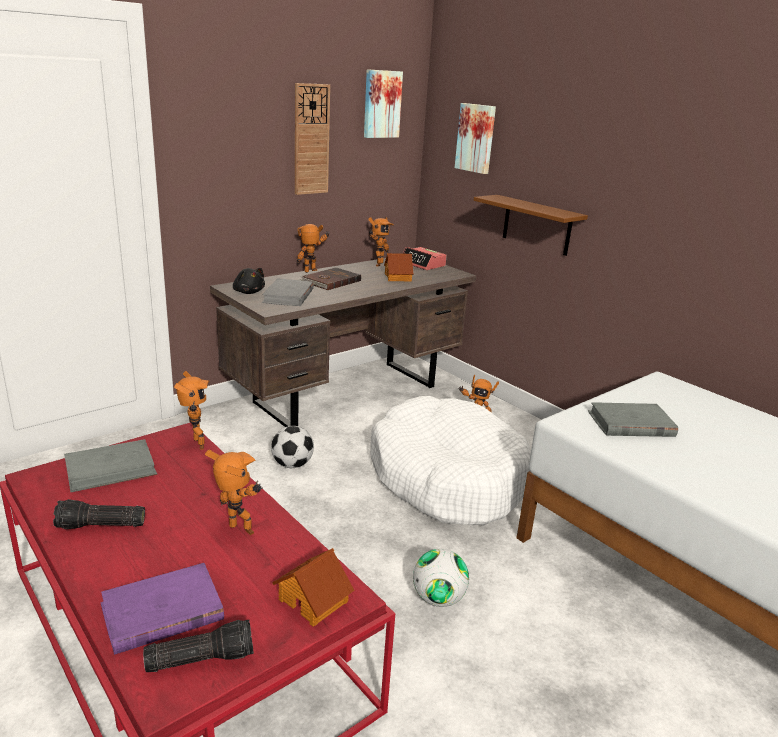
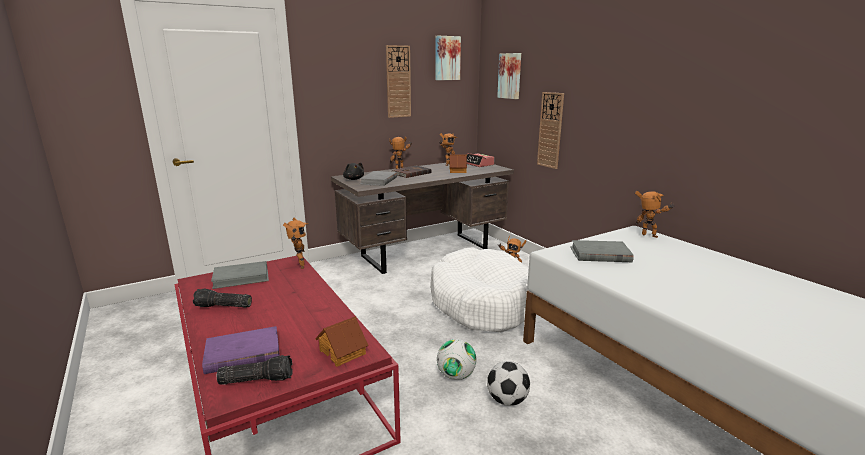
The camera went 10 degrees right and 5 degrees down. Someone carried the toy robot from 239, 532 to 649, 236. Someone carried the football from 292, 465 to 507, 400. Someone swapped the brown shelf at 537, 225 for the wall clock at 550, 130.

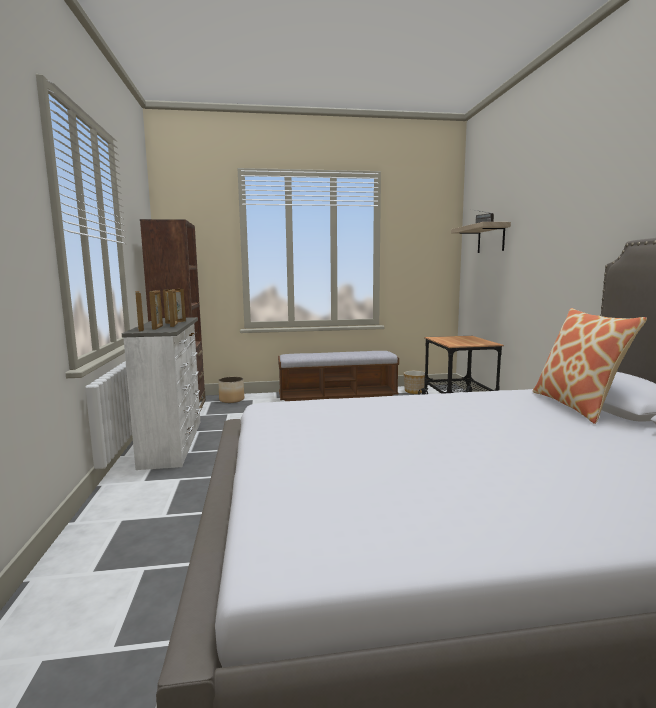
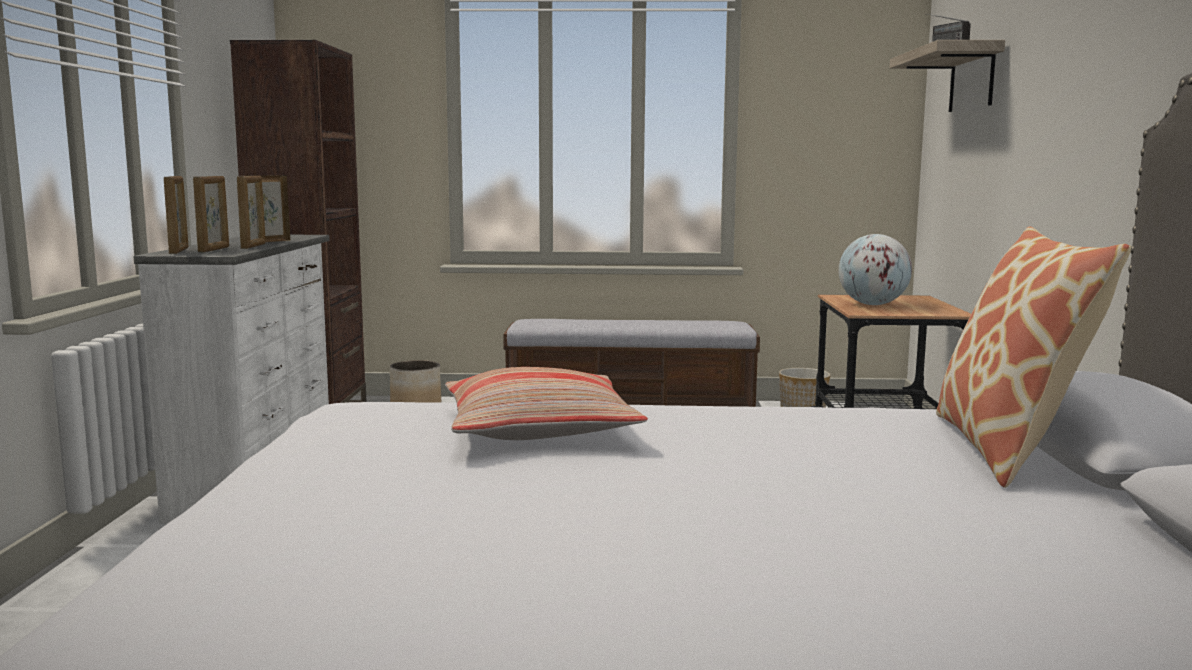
The camera went 10 degrees right and 0 degrees up. Someone put down the pillow at 538, 428. Someone put down the globe at 872, 304.

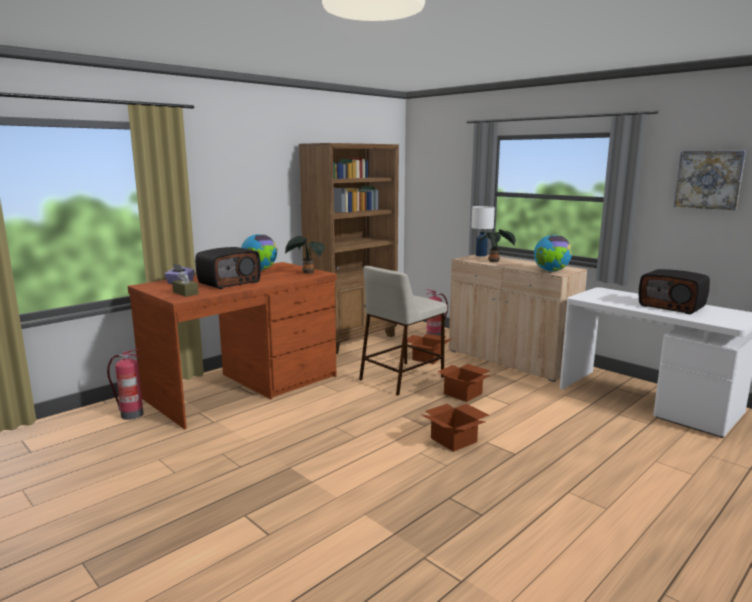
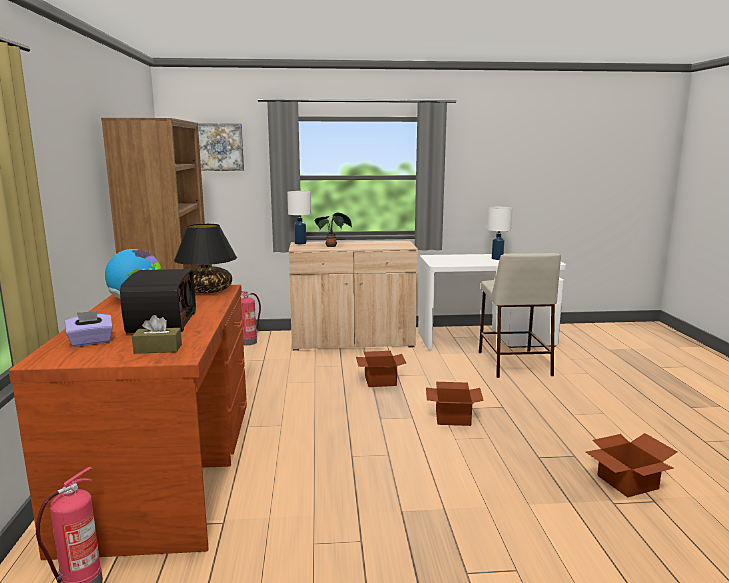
The camera went 50 degrees left and 0 degrees up. Someone took away the globe at 551, 271. Someone carried the beige stool from 402, 377 to 513, 363. Someone carried the cardboard box from 427, 358 to 625, 482. Someone carried the picture from 709, 179 to 219, 147. Someone swapped the potted plant at 306, 273 for the black table lamp at 208, 291. Someone swapped the radio at 672, 306 for the white table lamp at 497, 258.

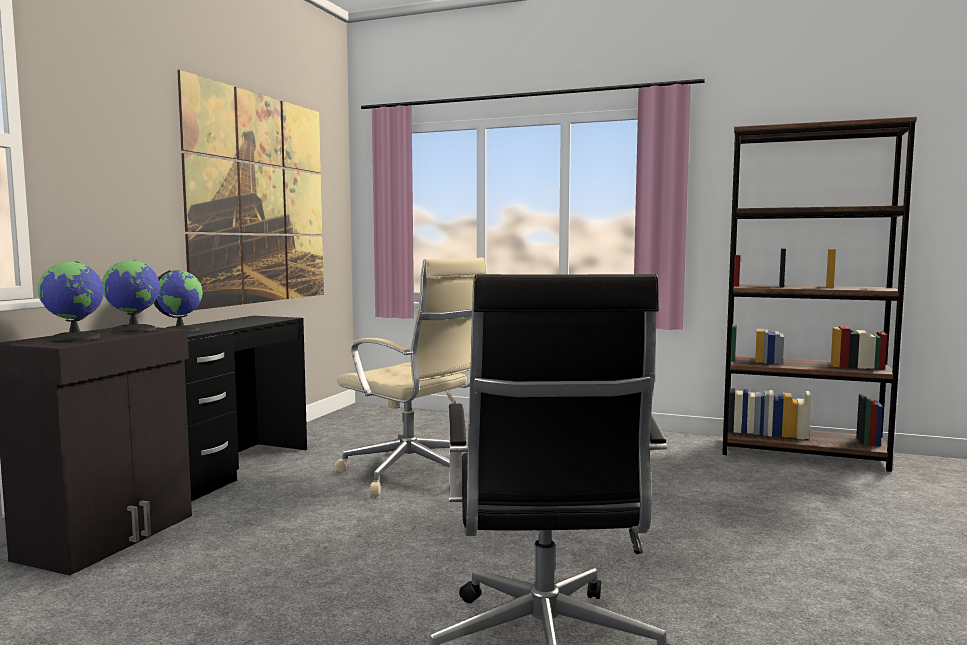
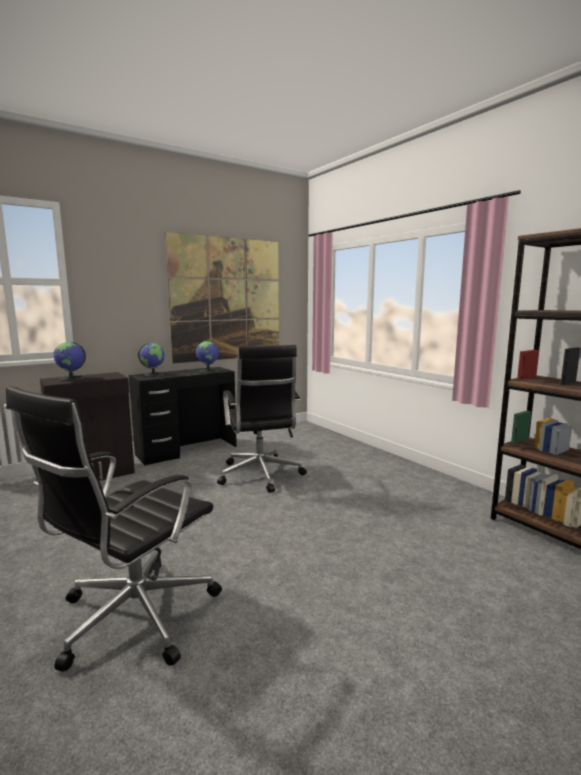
The camera went 35 degrees right and 5 degrees up. Someone carried the globe from 135, 329 to 208, 371. Someone repainted the beige office chair at 412, 473, which became the black office chair at 260, 475.

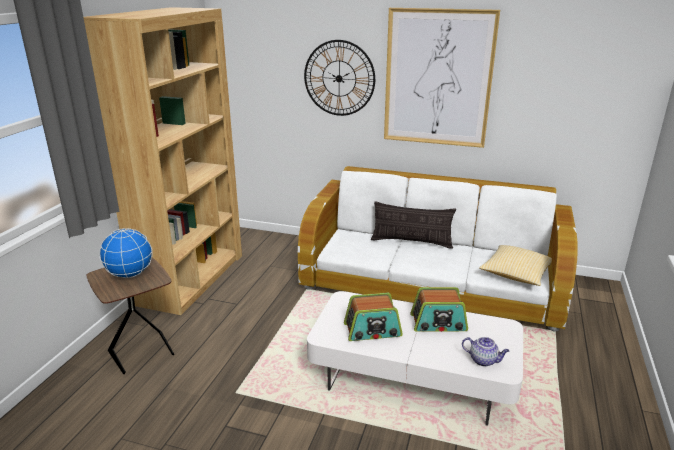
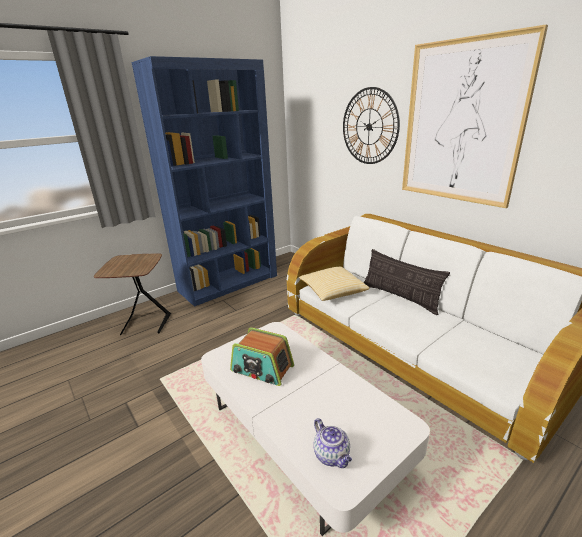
The camera went 35 degrees right and 0 degrees up. Someone took away the globe at 130, 274. Someone took away the radio at 438, 323. Someone carried the pillow from 516, 275 to 332, 292. Someone repainted the brown bookcase at 192, 278, which became the blue bookcase at 229, 283.

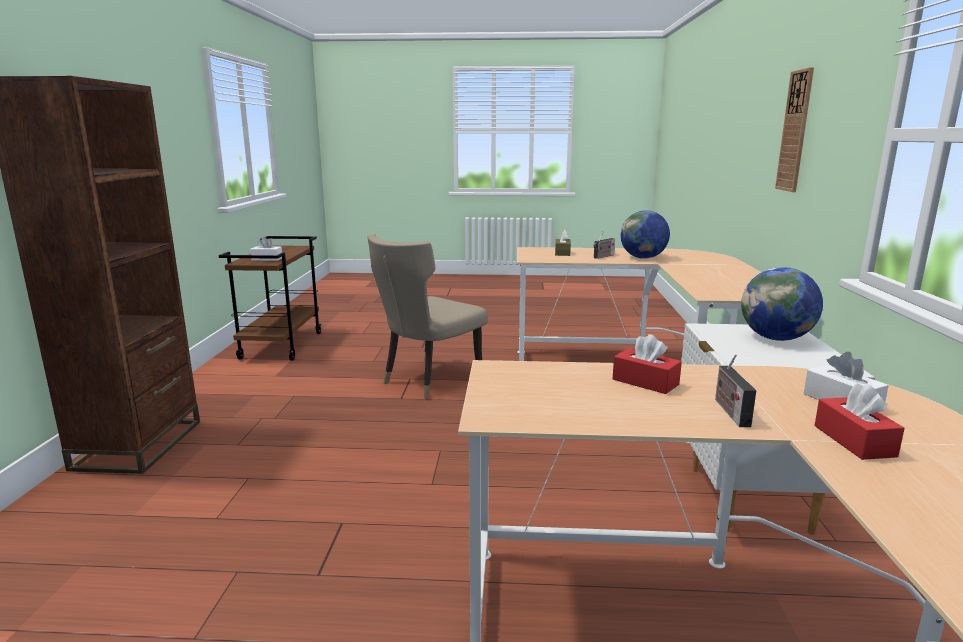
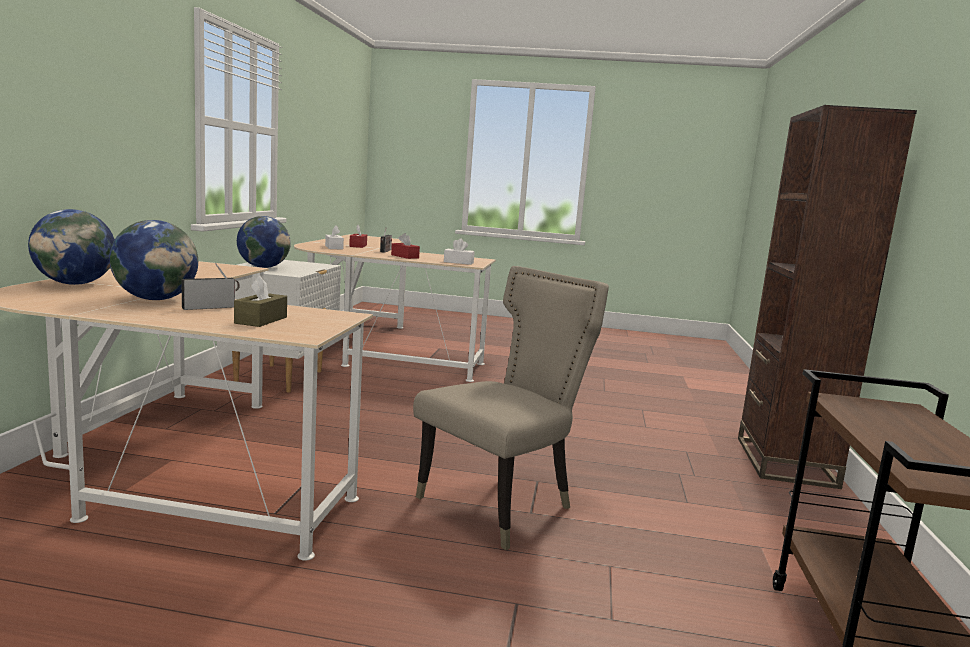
The camera went 175 degrees left and 5 degrees down. Someone took away the wall clock at 795, 131. Someone put down the globe at 75, 284. Someone carried the white tissue box from 267, 259 to 458, 262.

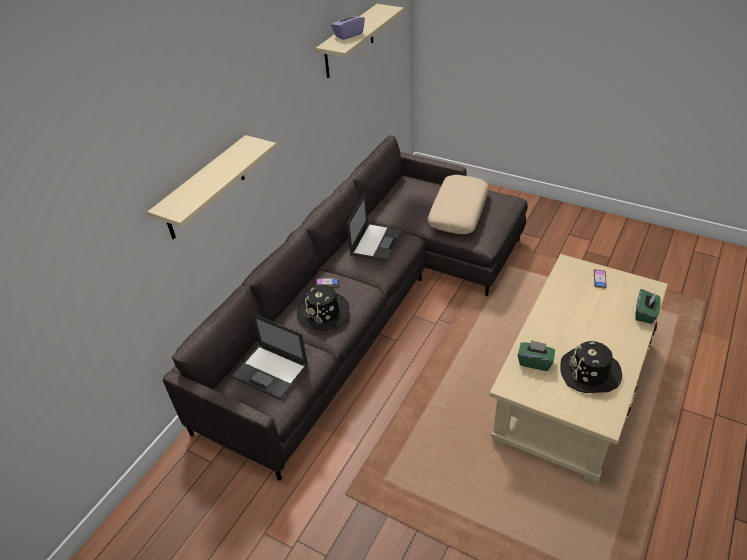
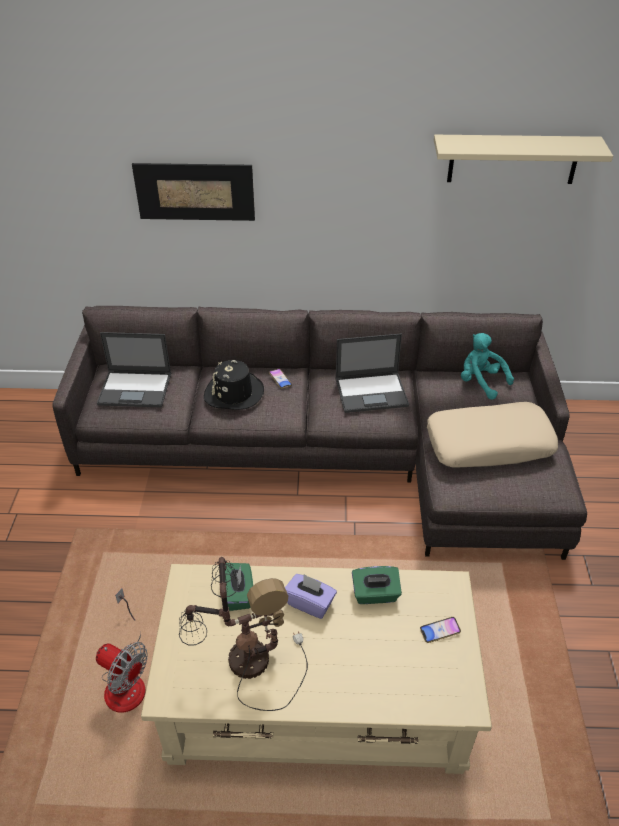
The camera went 60 degrees right and 0 degrees up. Someone put down the fan at 126, 679. Someone put down the turquoise plush toy at 480, 382. Someone carried the purple tissue box from 348, 35 to 310, 603. Someone carried the green tissue box from 645, 313 to 375, 594. Someone swapped the beige shelf at 204, 189 for the picture at 195, 191. Someone swapped the black hat at 590, 373 for the table lamp at 246, 659. Someone rotated the laptop at 271, 371 by 90 degrees counterclockwise.

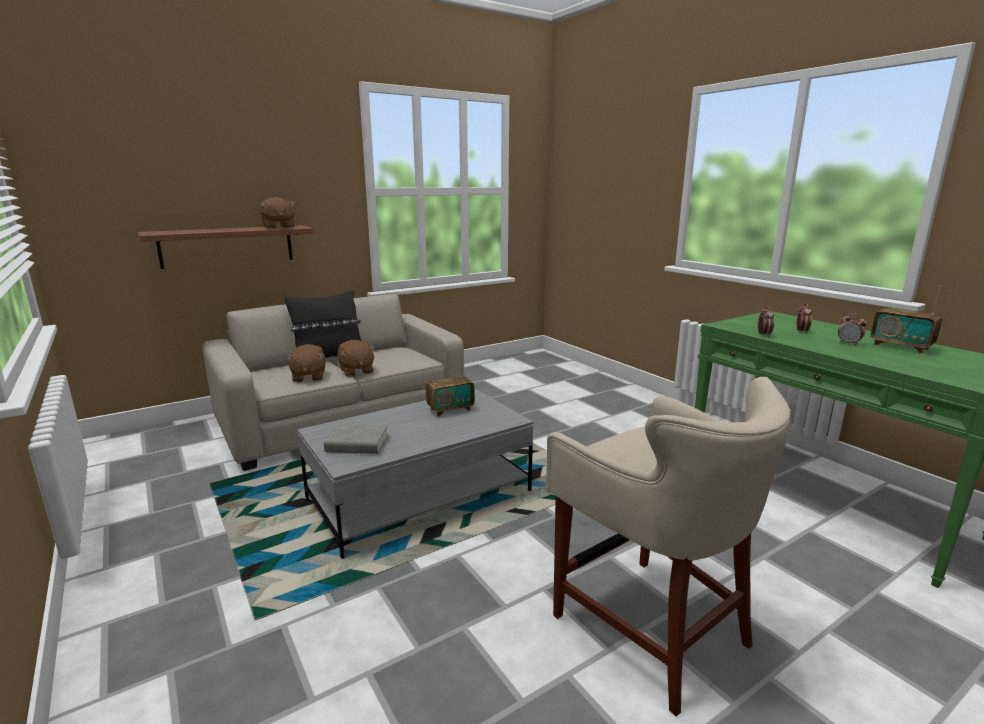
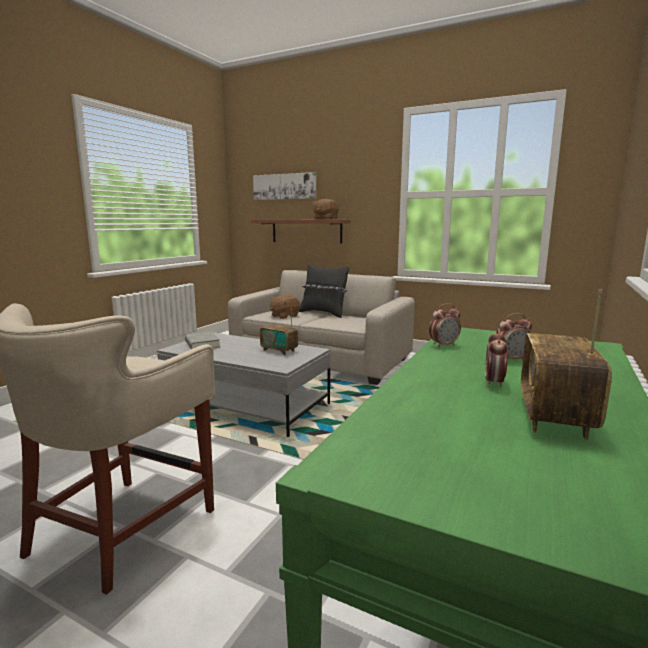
The camera went 60 degrees right and 5 degrees down. Someone took away the brown plush toy at 356, 371. Someone put up the picture at 284, 186.

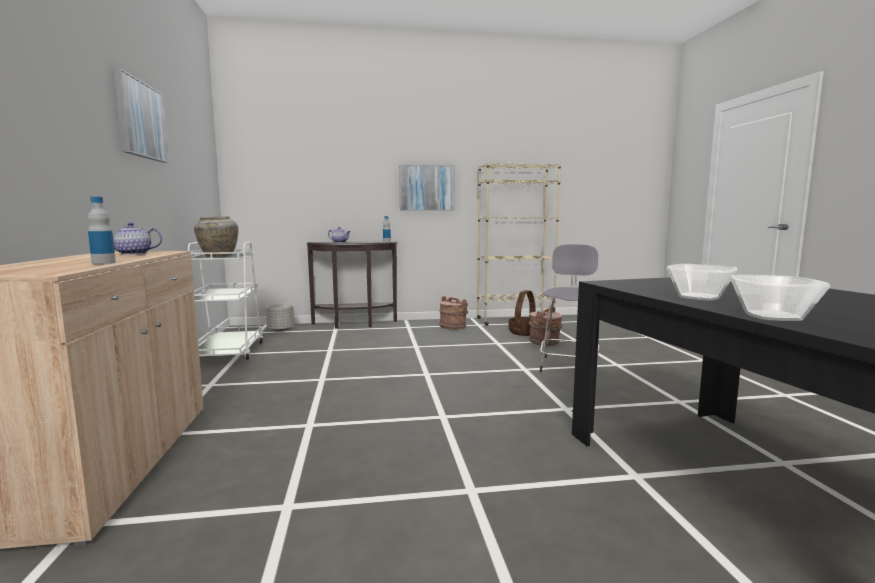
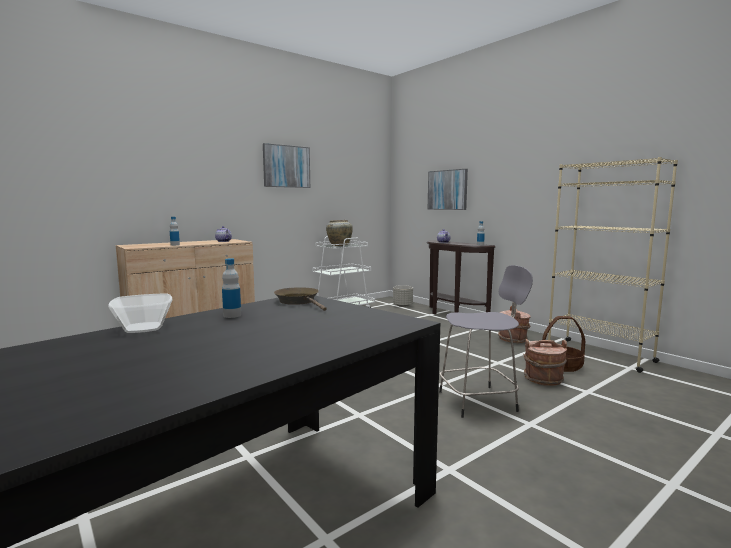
The camera went 60 degrees right and 0 degrees up. Someone put down the brown frying pan at 299, 301. Someone carried the picture from 427, 188 to 447, 190. Someone swapped the bowl at 700, 297 for the bottle at 232, 315.

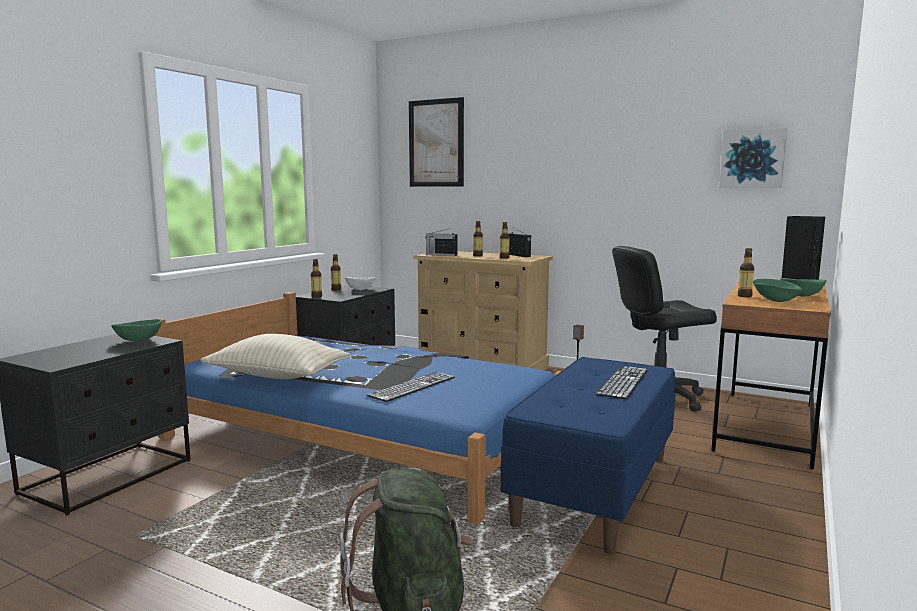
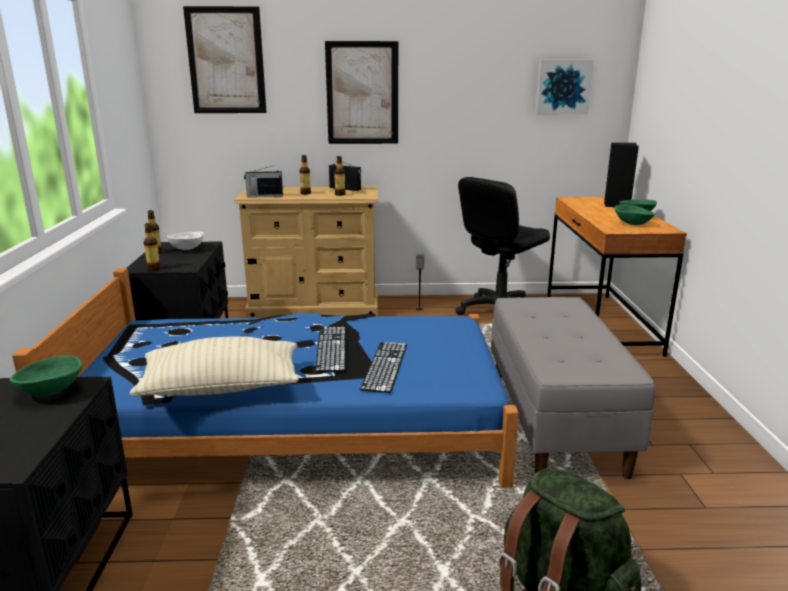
The camera went 30 degrees left and 10 degrees up. Someone took away the bottle at 744, 296. Someone put up the picture at 362, 93. Someone carried the keyboard from 623, 382 to 331, 348. Someone repainted the blue bench at 594, 488, which became the grey bench at 553, 419.

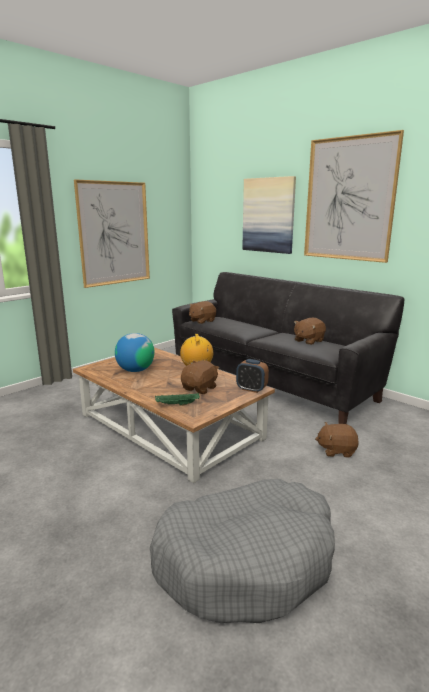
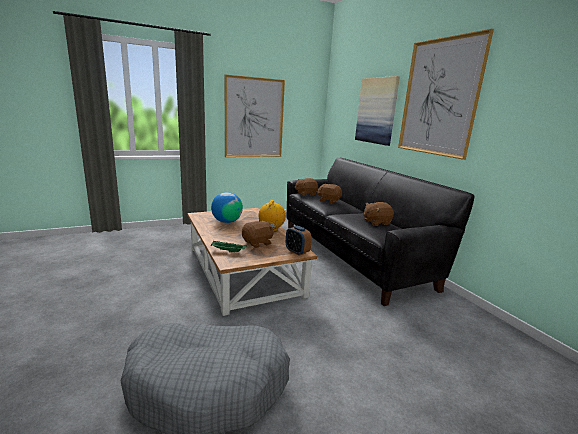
The camera went 20 degrees right and 0 degrees up. Someone carried the brown plush toy from 336, 450 to 329, 201.

